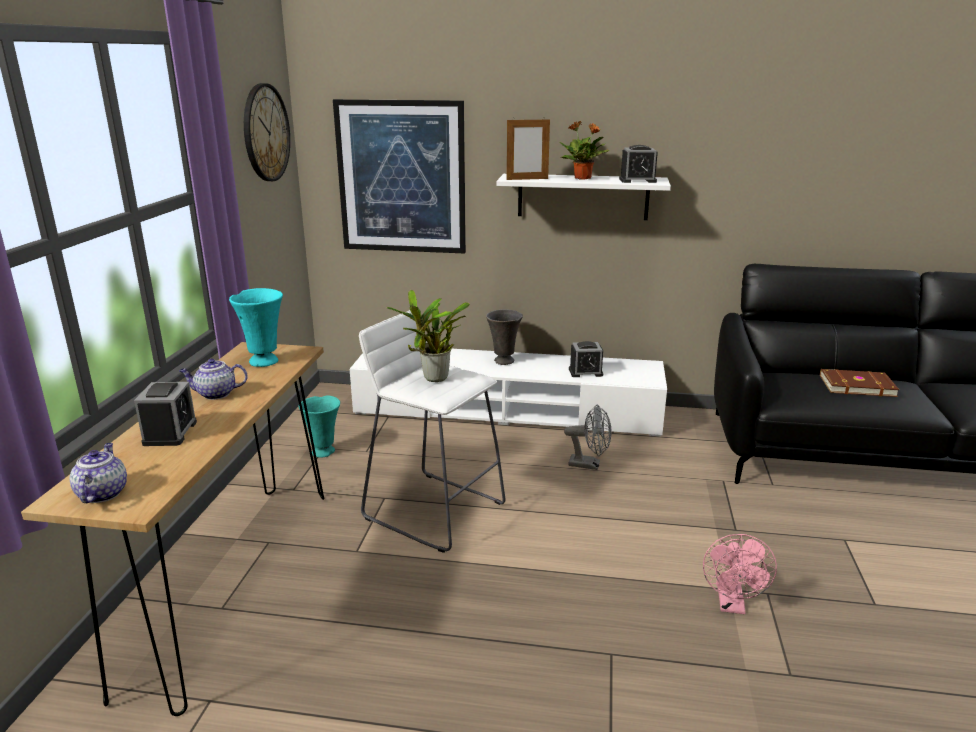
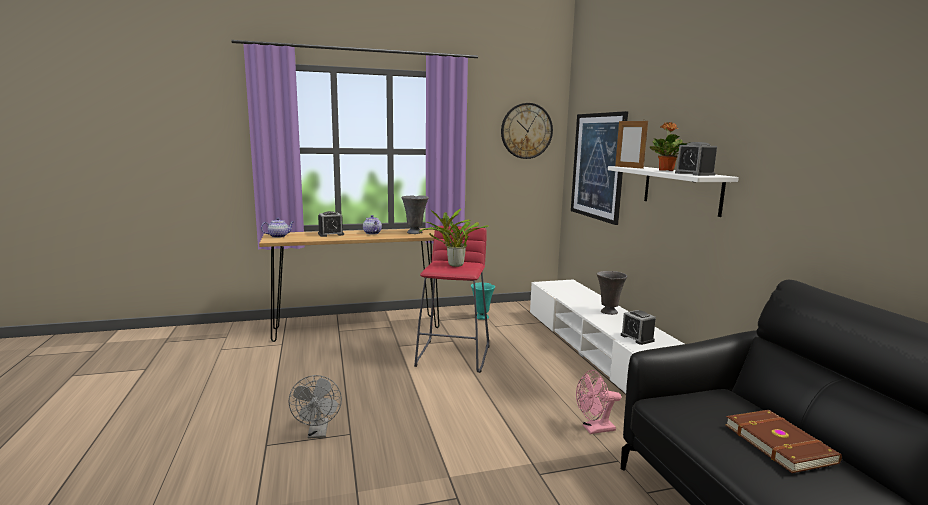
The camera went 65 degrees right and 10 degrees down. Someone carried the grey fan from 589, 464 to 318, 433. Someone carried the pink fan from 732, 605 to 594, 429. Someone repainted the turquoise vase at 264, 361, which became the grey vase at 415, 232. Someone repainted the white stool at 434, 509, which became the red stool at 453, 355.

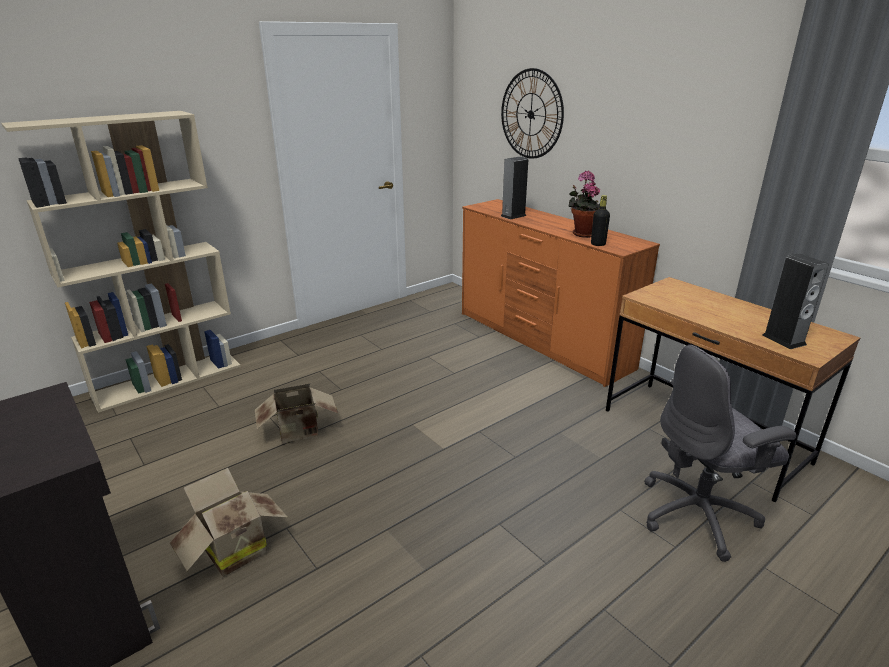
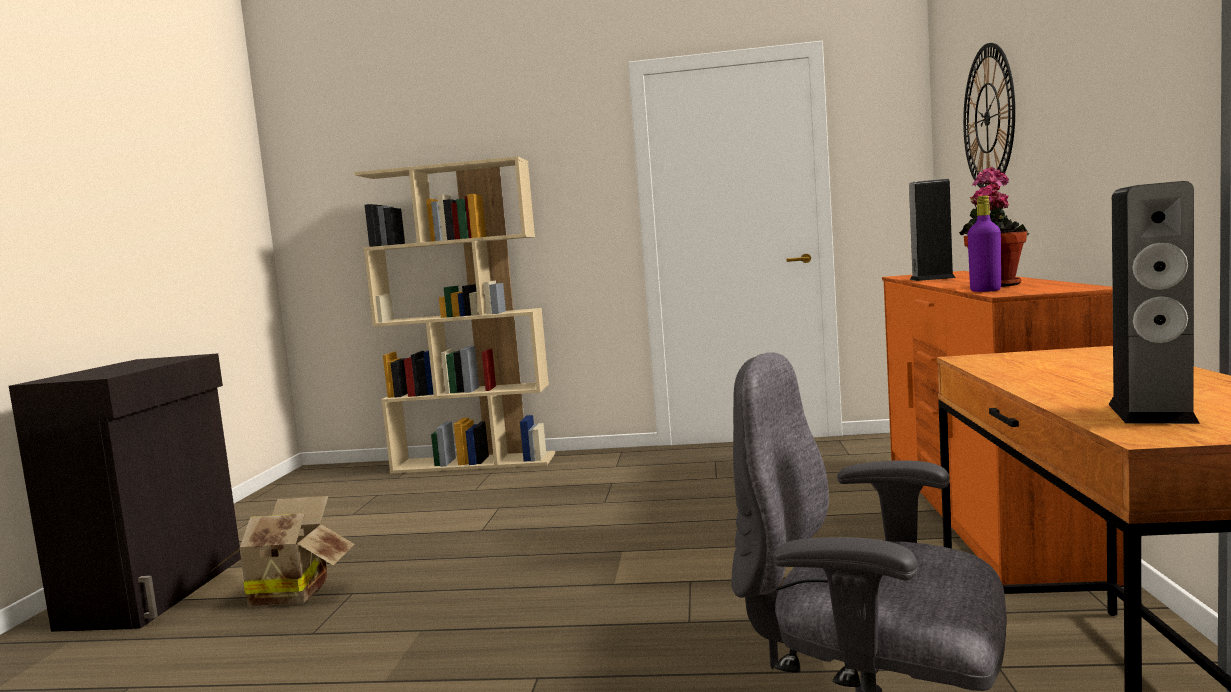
The camera went 45 degrees right and 20 degrees down. Someone took away the cardboard box at 300, 433. Someone repainted the black bottle at 598, 244, which became the purple bottle at 985, 290.

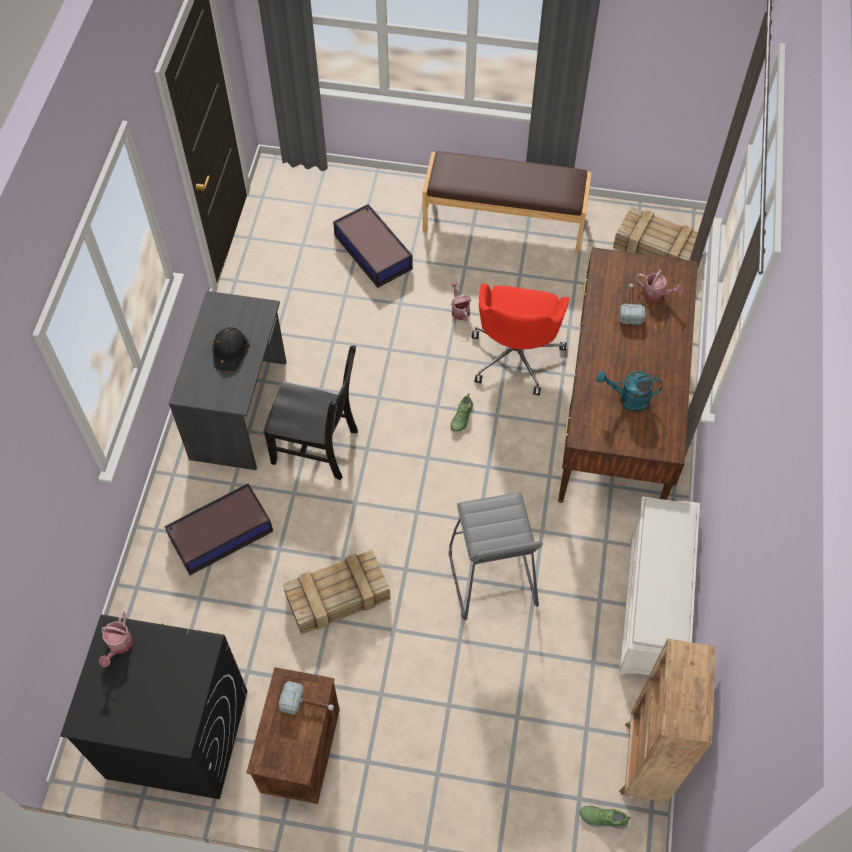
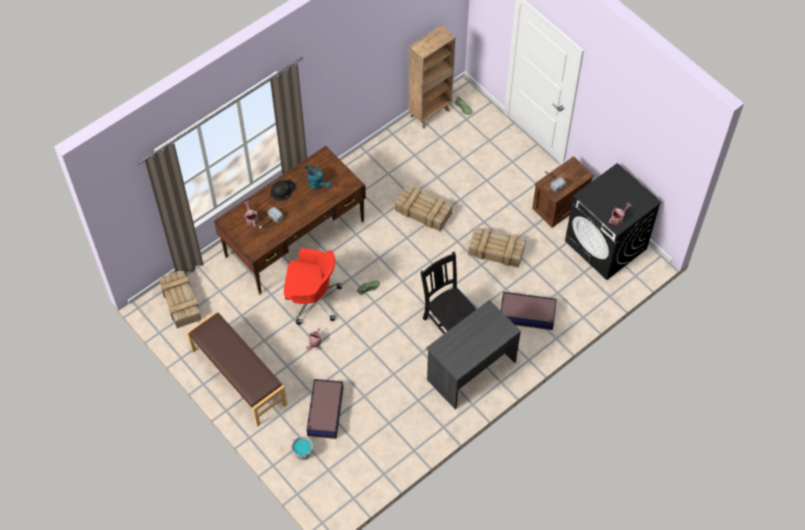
The camera went 140 degrees left and 0 degrees up. Someone took away the white shoe rack at 651, 609. Someone put down the grey bucket at 303, 453. Someone carried the black hard hat from 230, 350 to 282, 190. Someone swapped the grey stool at 491, 578 for the crate at 424, 212. Someone rotated the red office chair at 516, 355 by 45 degrees clockwise.

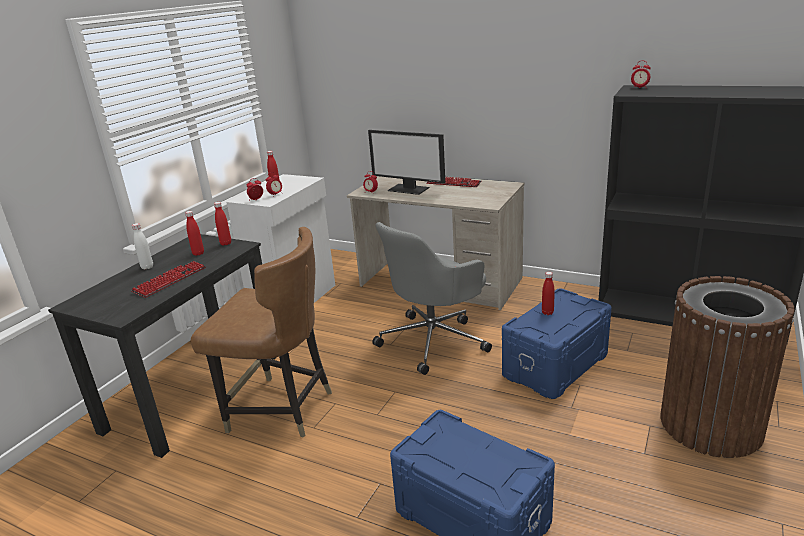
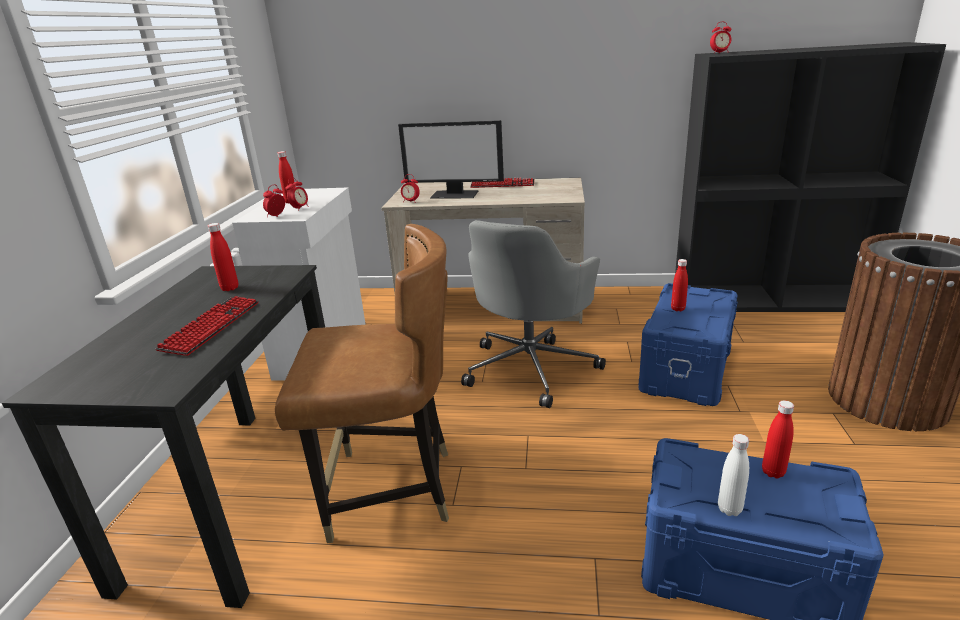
The camera went 20 degrees left and 0 degrees up. Someone carried the white bottle from 147, 267 to 729, 509. Someone carried the red bottle from 226, 243 to 773, 472.

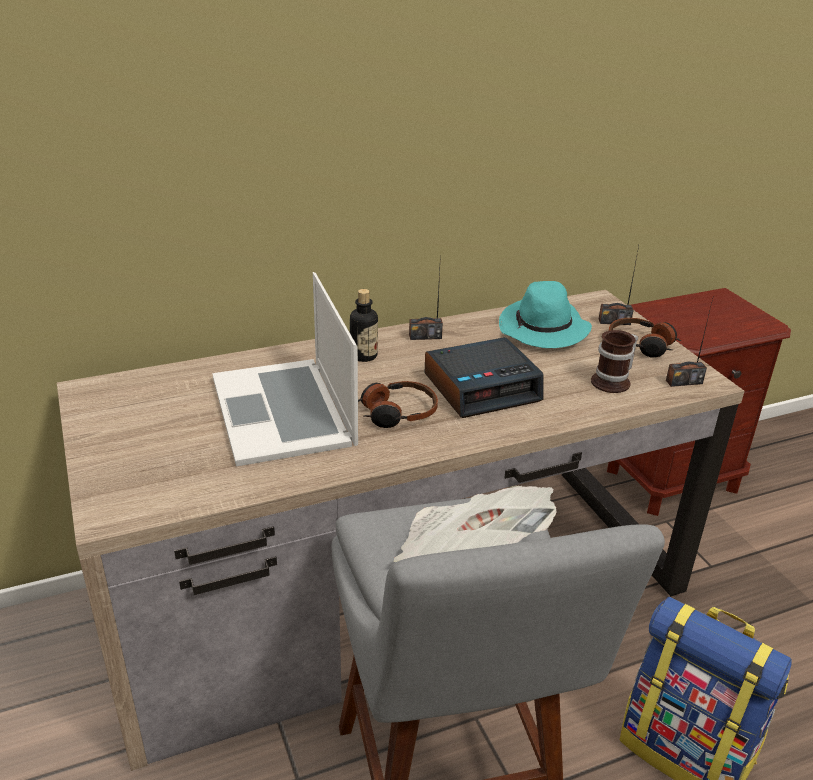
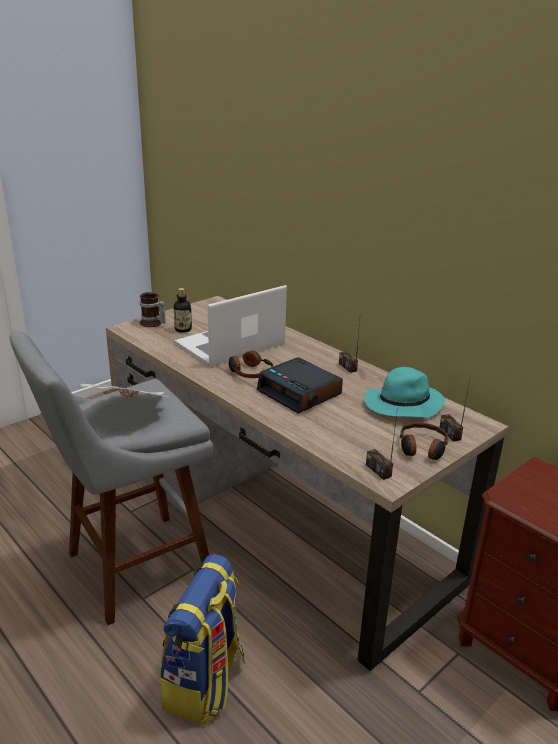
The camera went 70 degrees right and 5 degrees down. Someone carried the bottle from 363, 356 to 183, 329. Someone carried the mug from 614, 382 to 152, 323.

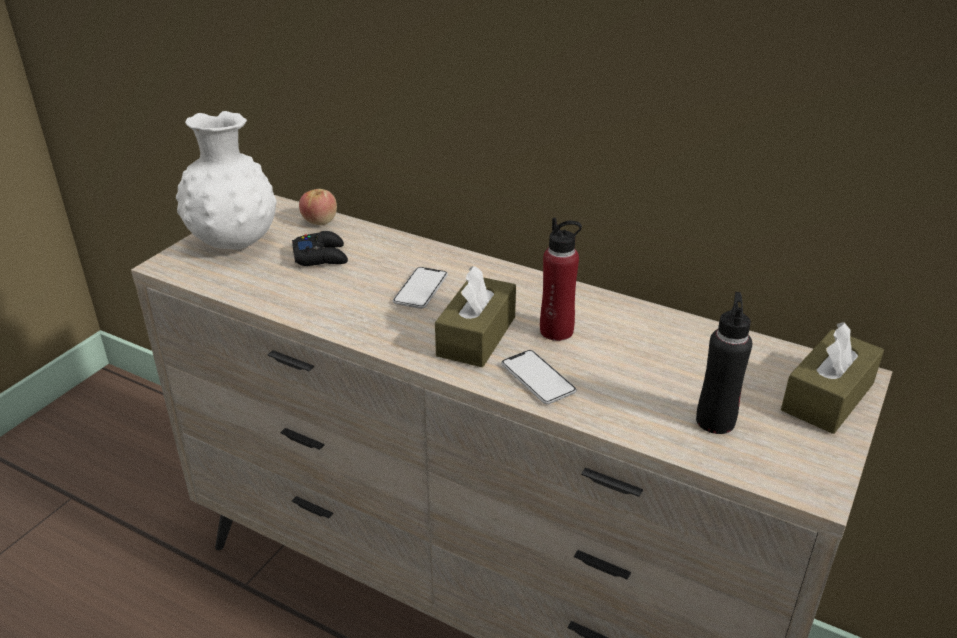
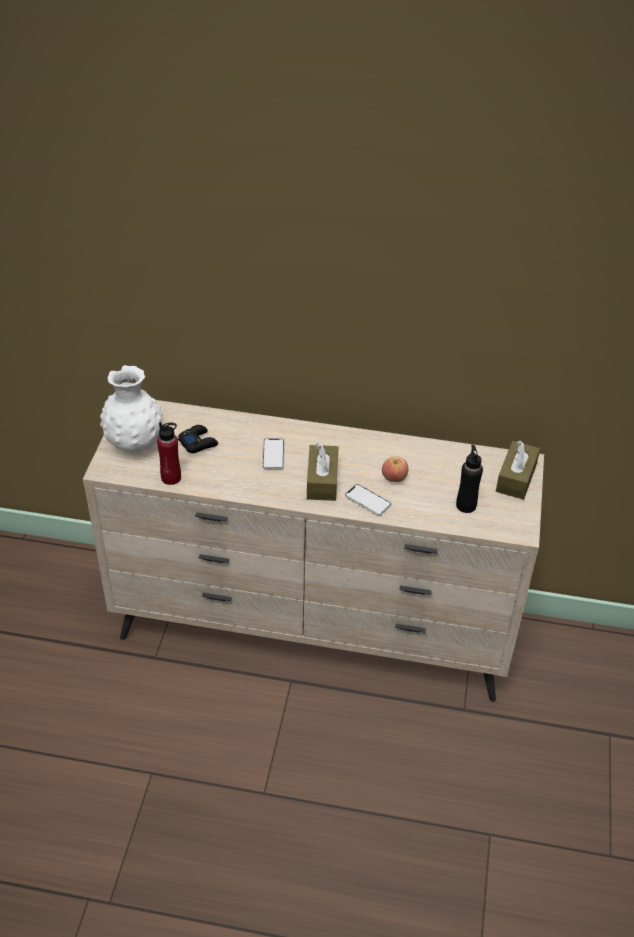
The camera went 20 degrees left and 10 degrees up. Someone carried the apple from 319, 221 to 394, 477. Someone carried the red bottle from 556, 331 to 171, 477.

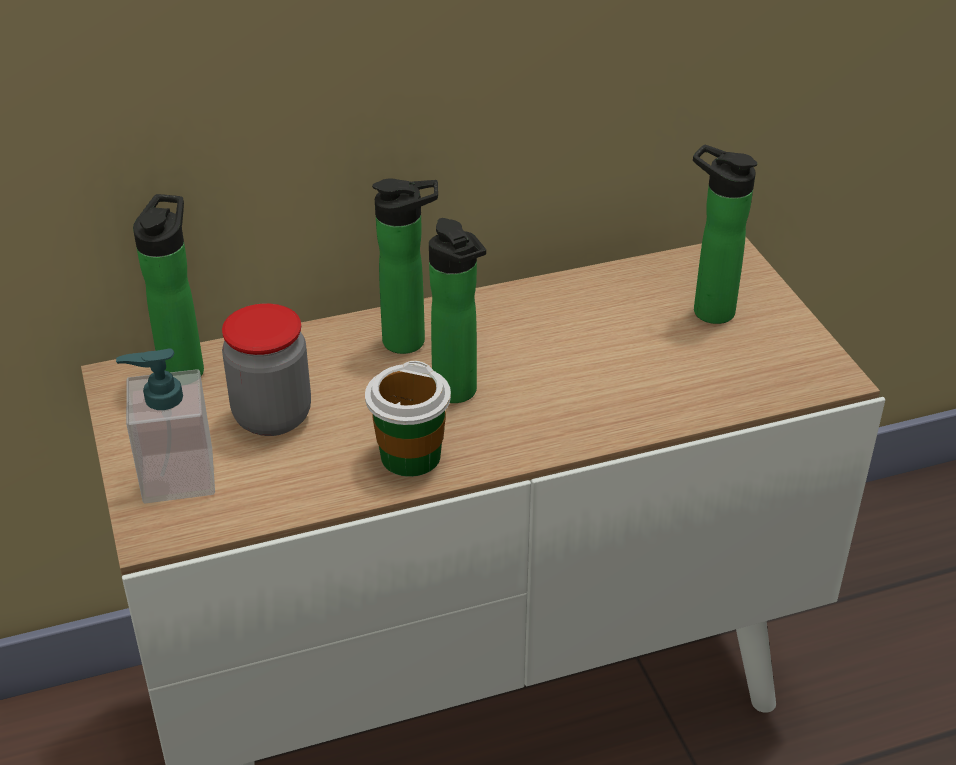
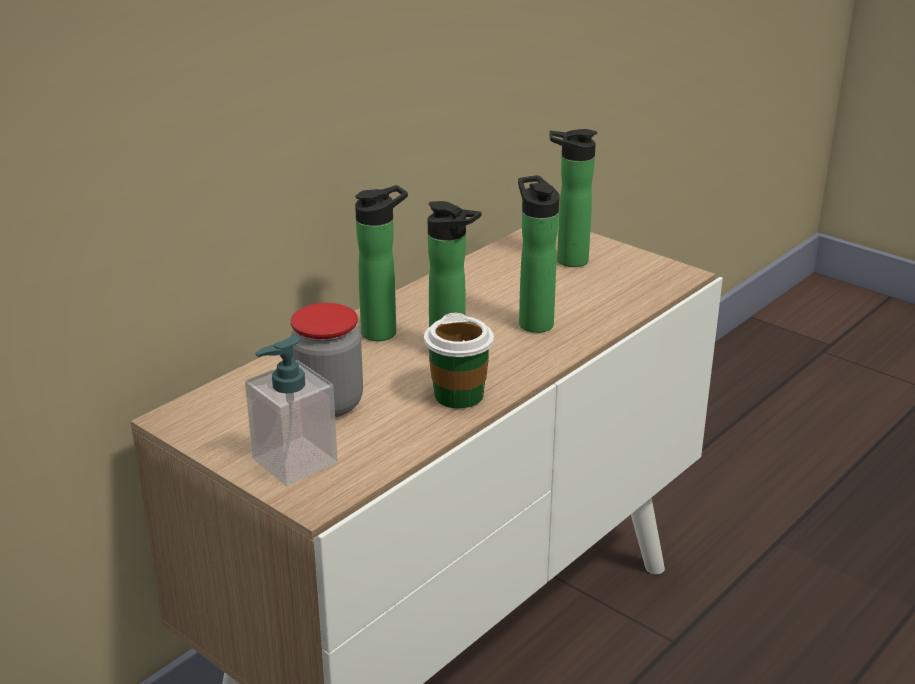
The camera went 30 degrees left and 10 degrees down. Someone carried the bottle from 184, 368 to 533, 322.

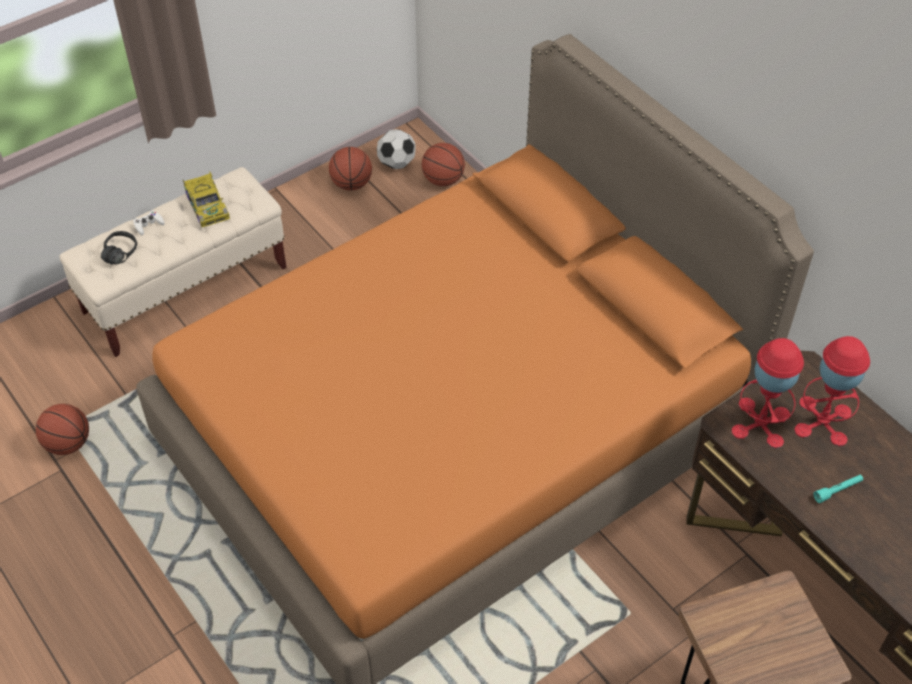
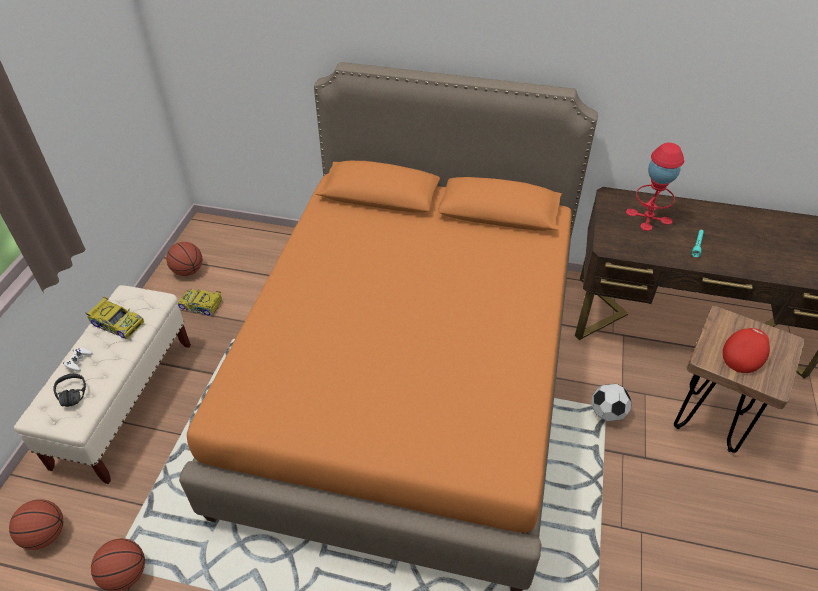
The camera went 40 degrees left and 5 degrees down. Someone took away the red table lamp at 760, 423. Someone put down the toy car at 201, 305. Someone put down the red cap at 743, 355. Someone carried the football from 397, 163 to 607, 413. Someone carried the basketball from 443, 180 to 45, 535.

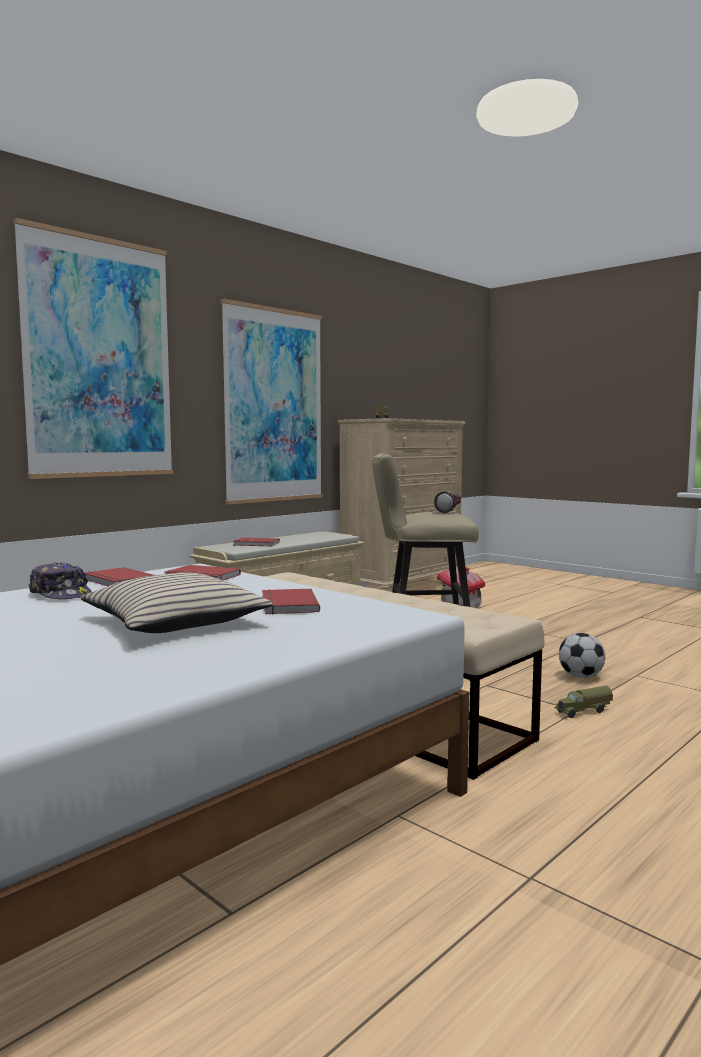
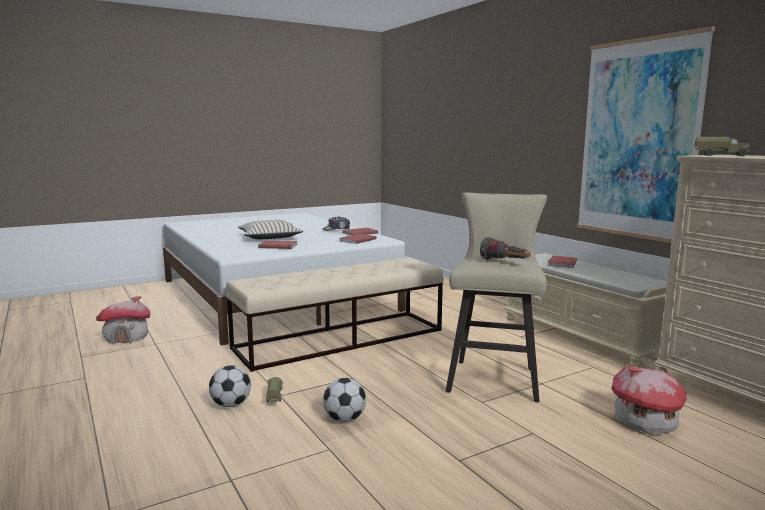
The camera went 105 degrees right and 5 degrees up. Someone took away the picture at 99, 358. Someone put down the toy house at 127, 338. Someone put down the football at 231, 404.

